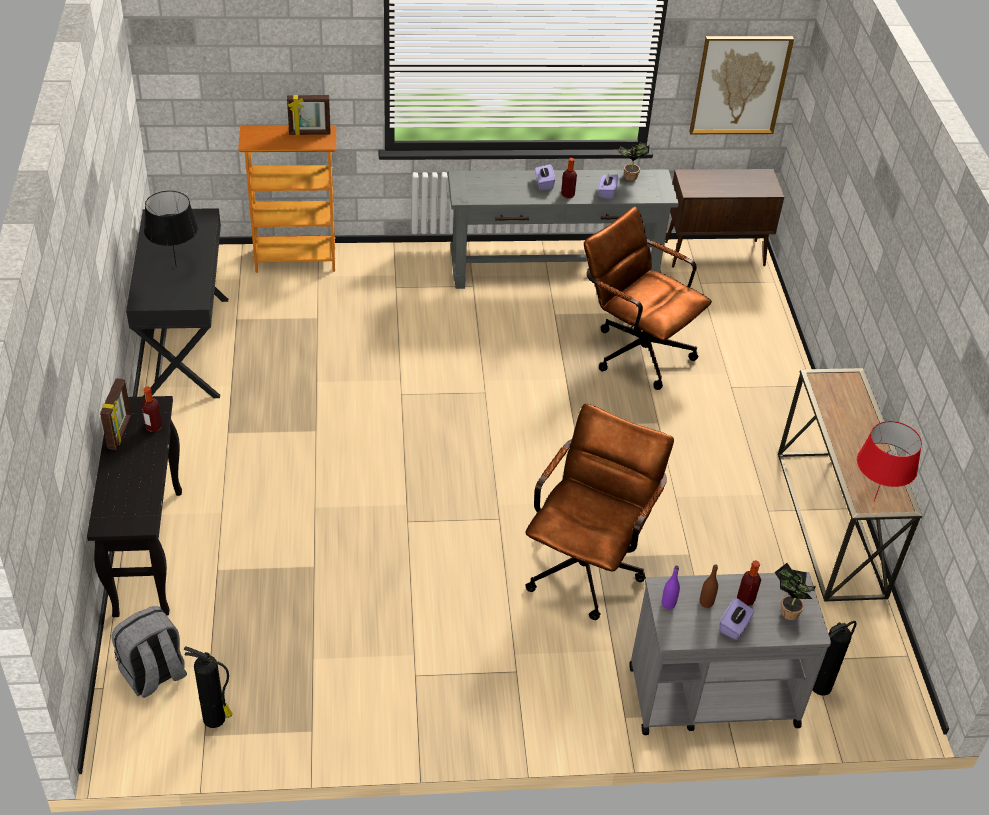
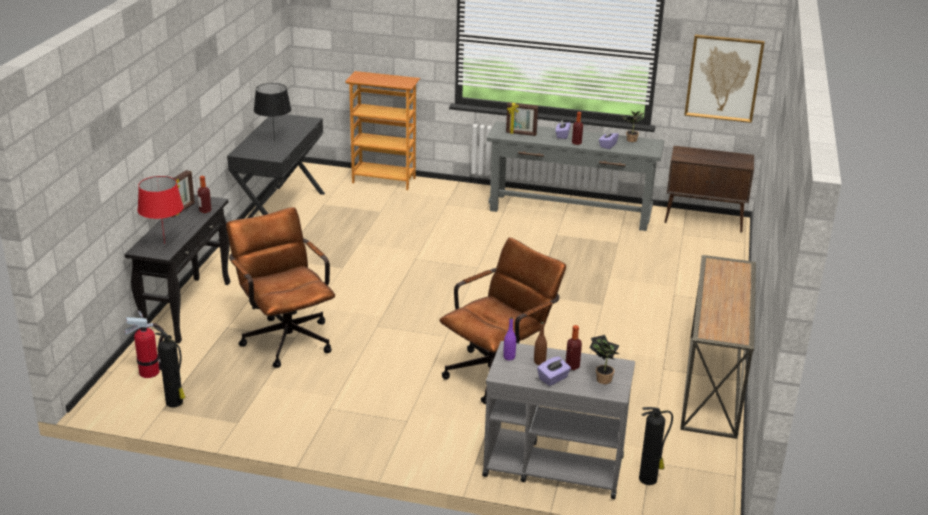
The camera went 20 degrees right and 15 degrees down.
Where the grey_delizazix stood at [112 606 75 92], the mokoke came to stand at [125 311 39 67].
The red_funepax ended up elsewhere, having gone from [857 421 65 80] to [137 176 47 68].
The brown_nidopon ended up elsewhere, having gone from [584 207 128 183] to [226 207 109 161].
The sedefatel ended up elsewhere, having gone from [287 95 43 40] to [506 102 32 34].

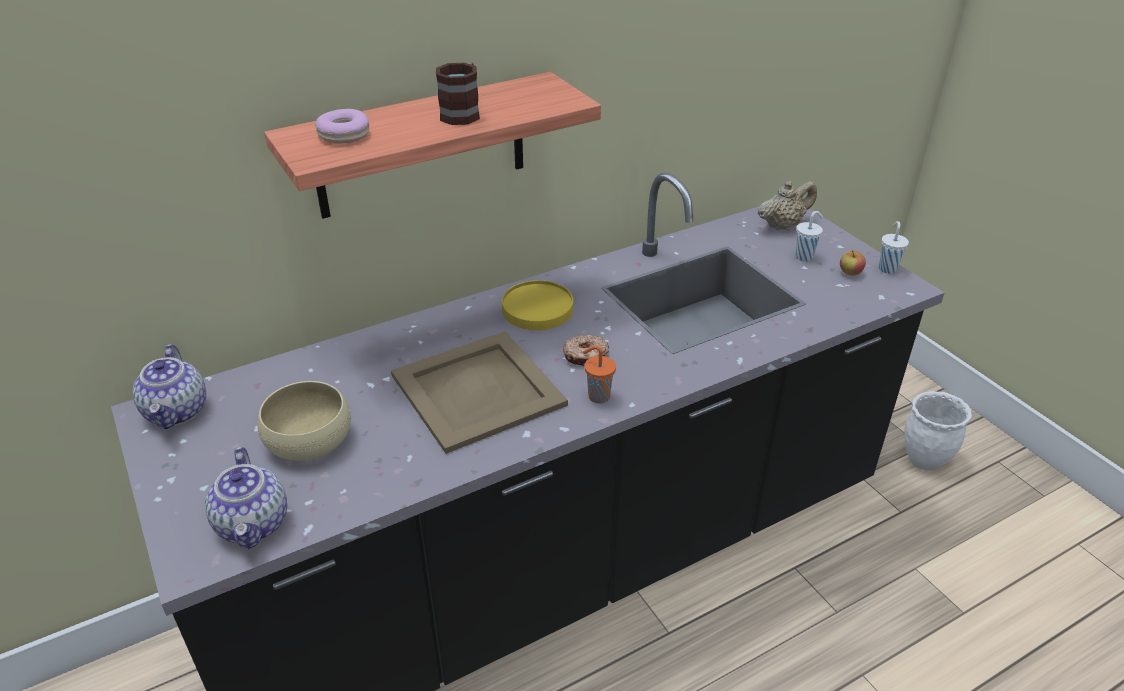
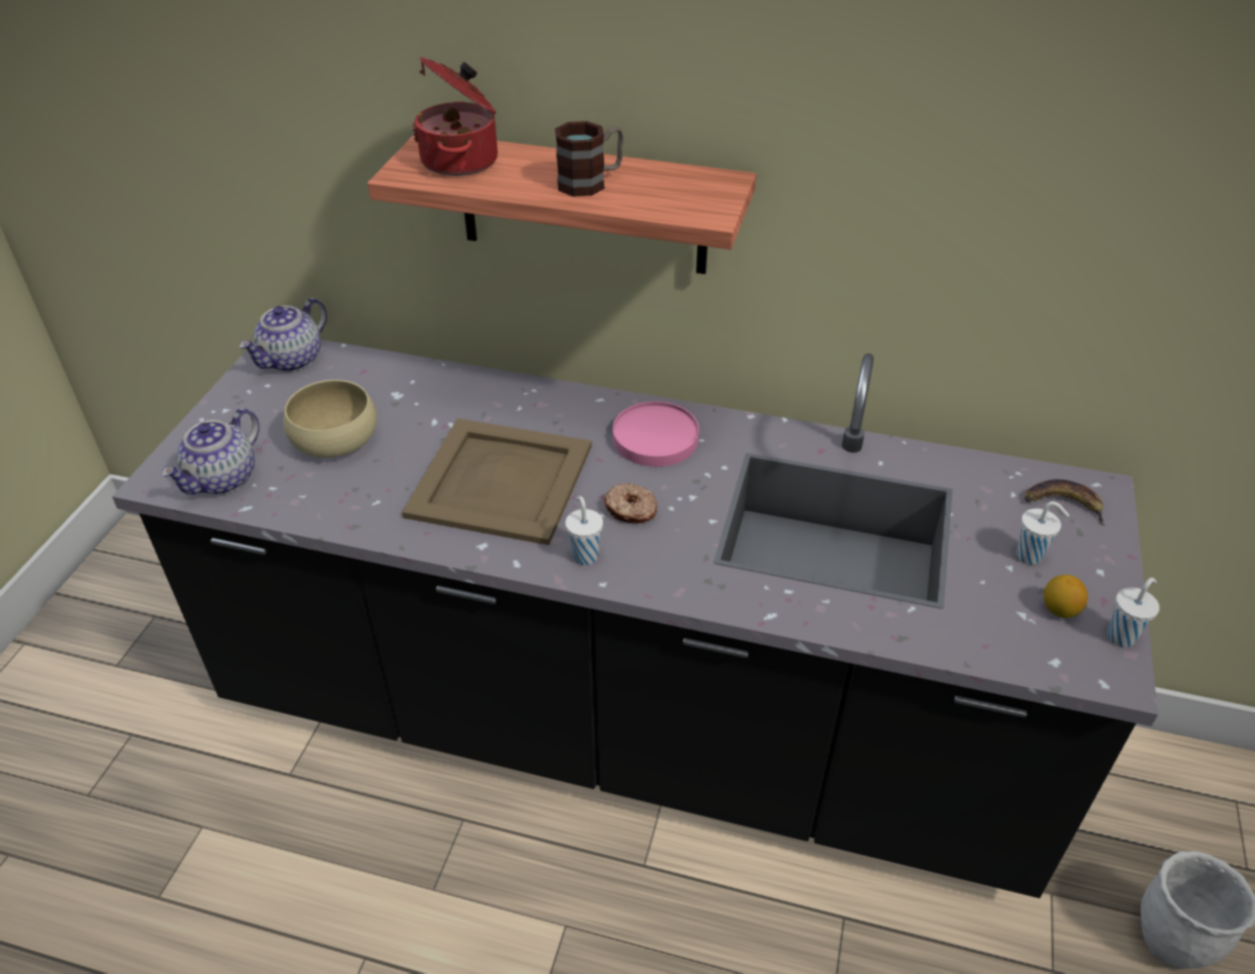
The camera went 45 degrees right and 5 degrees up.
Where the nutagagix stood at [315 109 54 34], the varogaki came to stand at [412 57 86 119].
What was the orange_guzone at [583 346 33 58] turned into the white_guzone at [565 496 38 69].
What was the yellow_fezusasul at [502 280 71 50] turned into the pink_fezusasul at [613 401 86 66].
Where the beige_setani stood at [758 181 59 49], the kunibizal came to stand at [1025 479 80 47].
Where the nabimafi stood at [840 250 26 26], the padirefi came to stand at [1044 575 44 43].

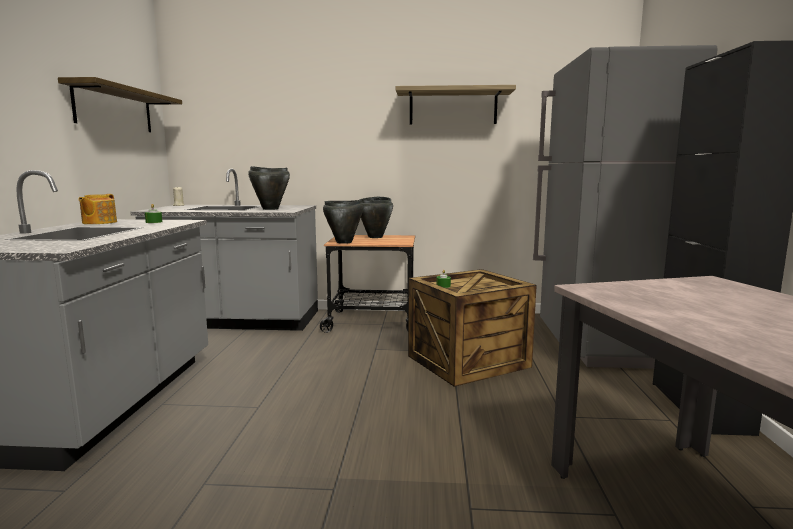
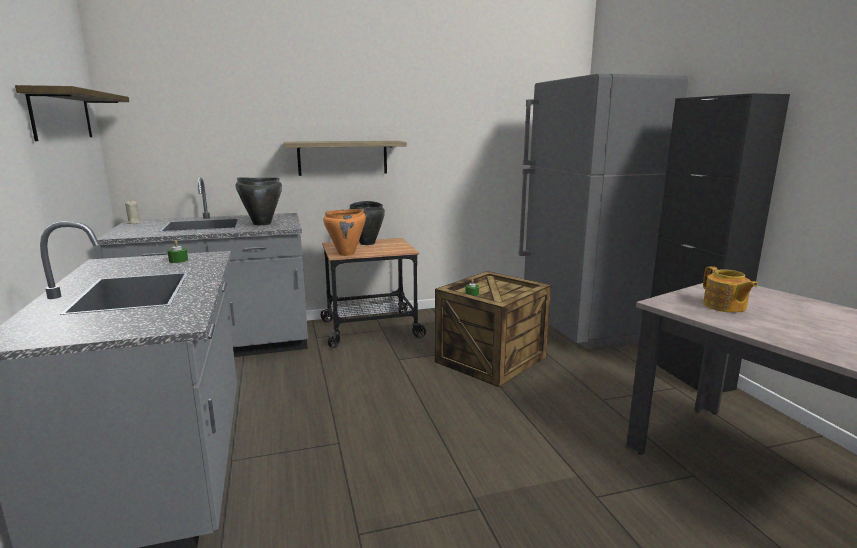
The camera went 20 degrees left and 5 degrees up.
The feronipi ended up elsewhere, having gone from [396 85 120 39] to [283 141 124 35].
What was the black_varogaki at [323 200 41 44] turned into the orange_varogaki at [323 209 43 47].
The setani ended up elsewhere, having gone from [78 194 39 30] to [703 266 55 47].

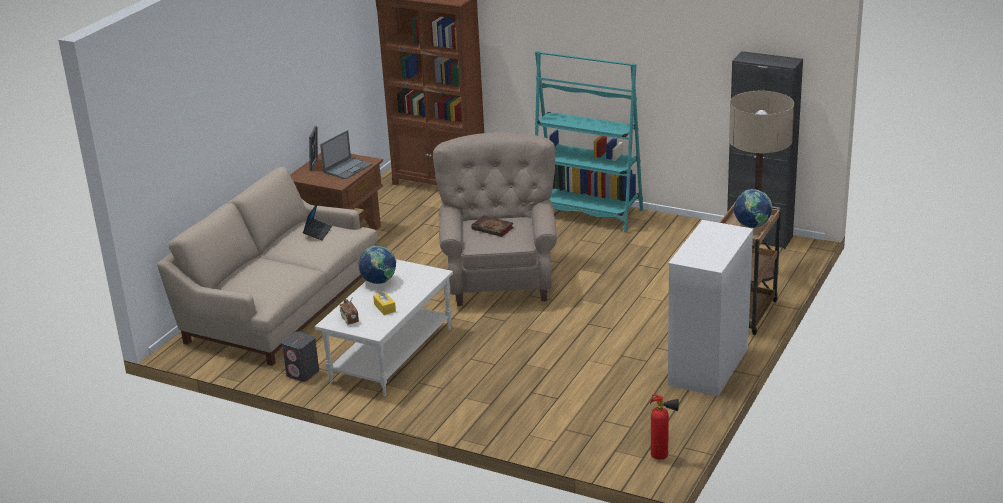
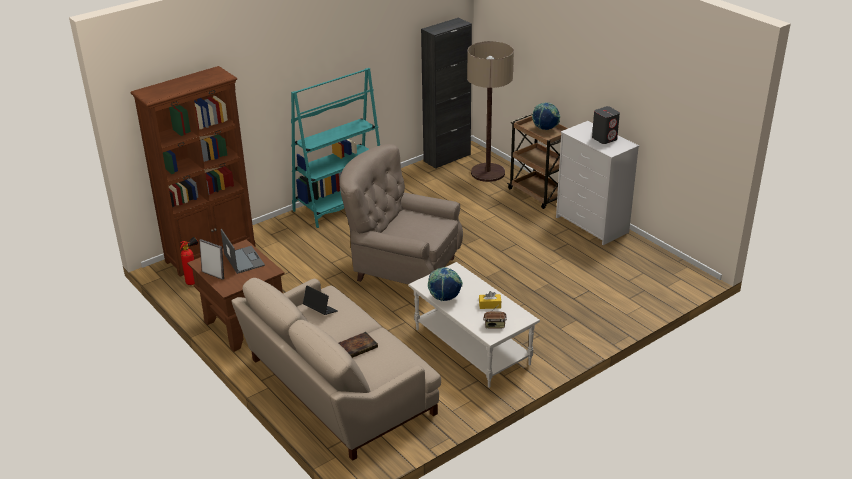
The camera went 65 degrees left and 5 degrees up.
The mokoke ended up elsewhere, having gone from [650 394 29 66] to [180 237 18 48].
The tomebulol ended up elsewhere, having gone from [471 215 43 22] to [339 332 39 26].
The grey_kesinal ended up elsewhere, having gone from [282 332 37 50] to [592 106 28 38].

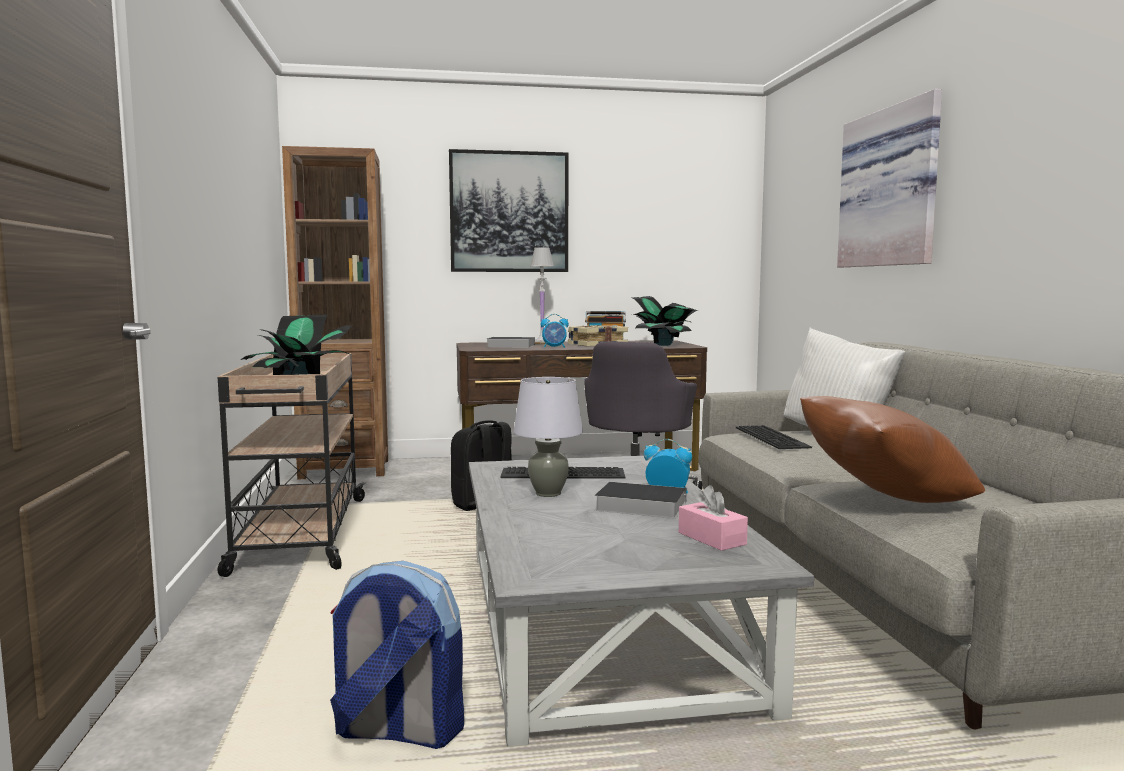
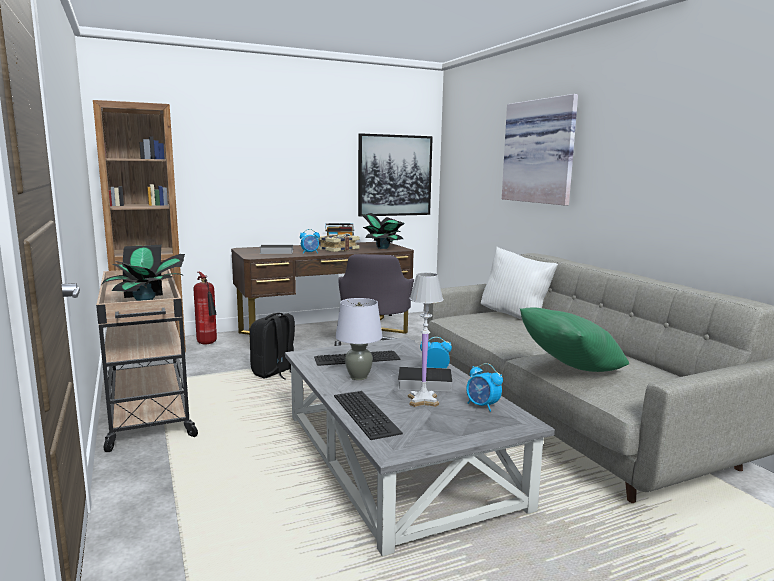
The camera went 15 degrees left and 5 degrees up.
The second view gained the mokoke at [193 272 24 73].
The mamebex ended up elsewhere, having gone from [736 425 76 24] to [334 391 69 49].
The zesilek ended up elsewhere, having gone from [449 149 119 123] to [358 133 75 83].
The white_funepax ended up elsewhere, having gone from [530 247 24 98] to [408 273 35 134].
Where the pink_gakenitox stood at [679 485 69 66], the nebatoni came to stand at [466 363 37 49].
What was the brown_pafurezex at [800 396 185 107] turned into the green_pafurezex at [520 307 109 65].
The second view lost the delizazix at [330 561 134 188].

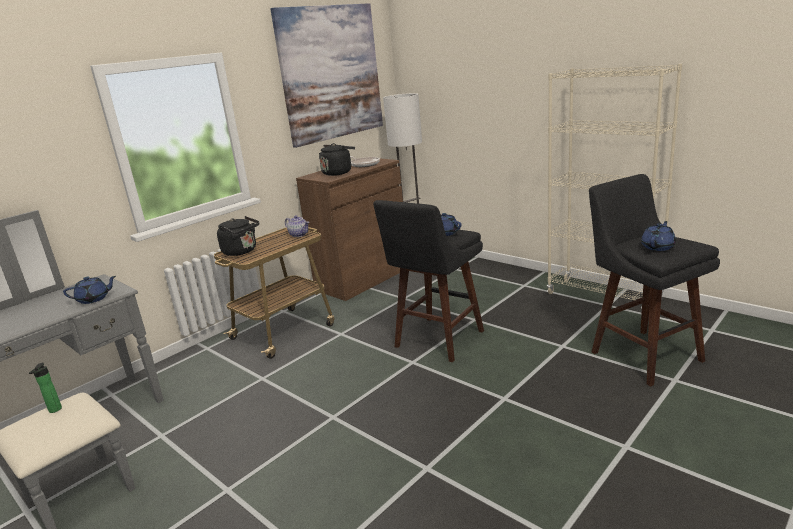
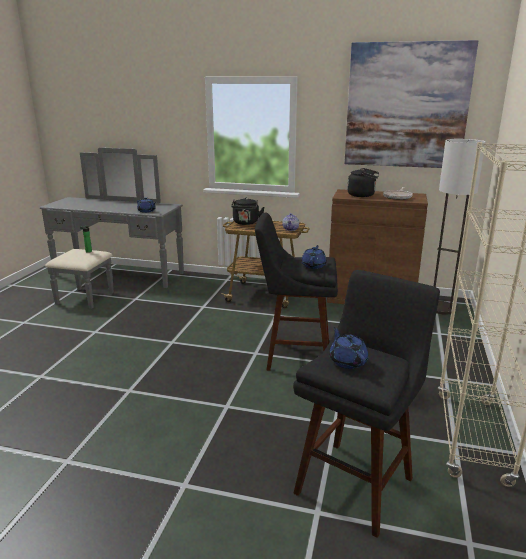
The camera went 60 degrees right and 0 degrees up.
The blue_setani at [641 221 35 30] ended up facing another way, 120 degrees counterclockwise from before.

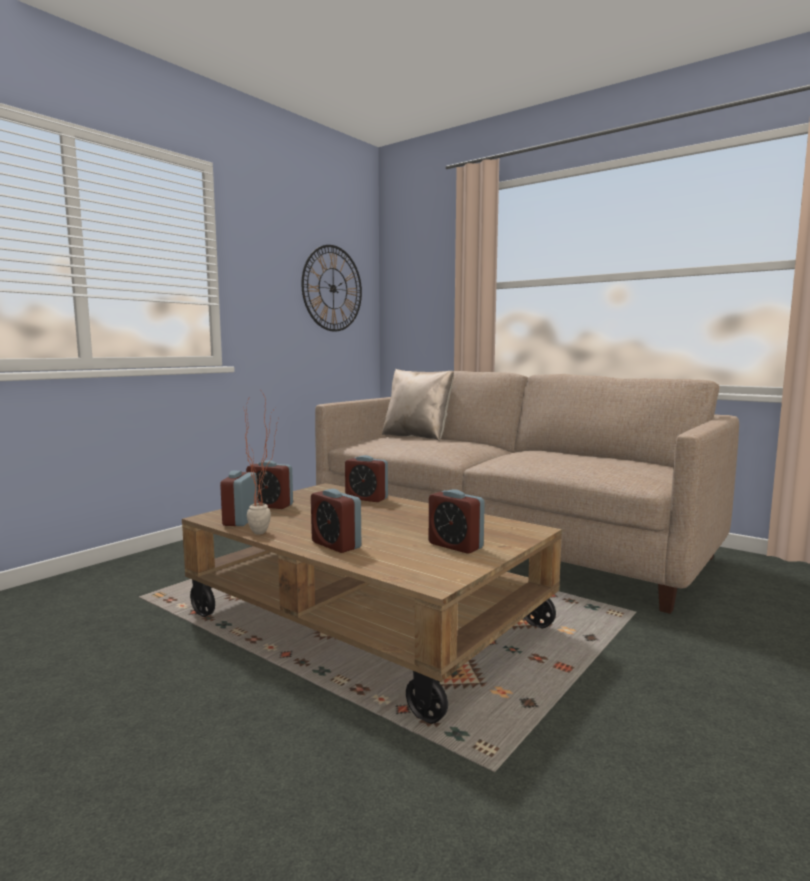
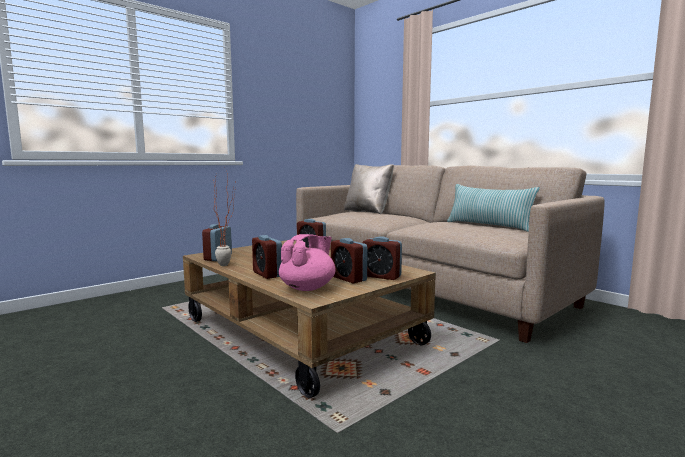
The camera went 10 degrees right and 0 degrees up.
The second view gained the pink_setani at [279 234 56 57].
The nebatoni ended up elsewhere, having gone from [246 460 47 49] to [362 236 40 44].
The second view gained the pafurezex at [447 184 93 48].
The second view lost the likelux at [302 245 60 87].

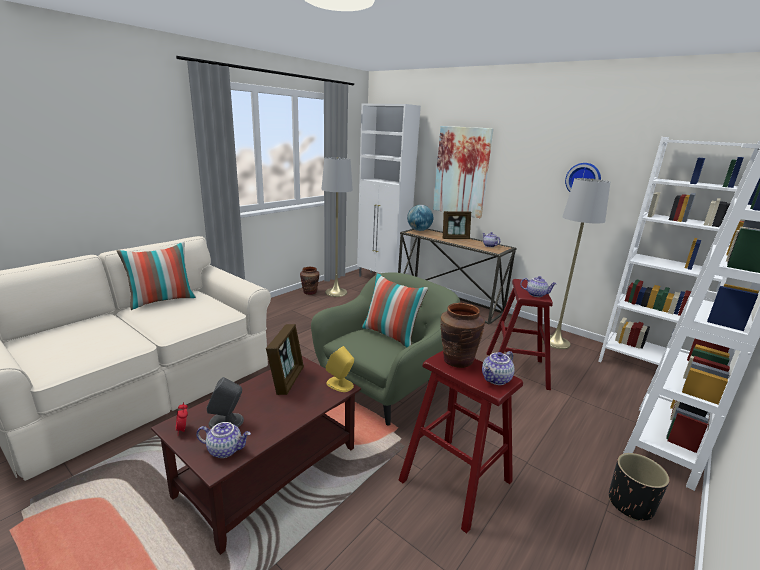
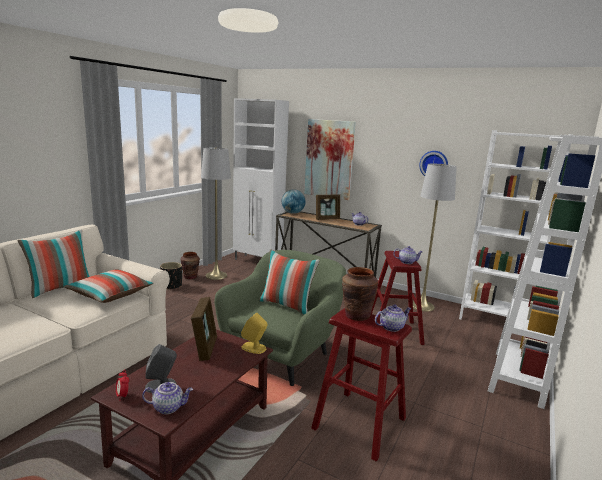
The camera went 10 degrees left and 5 degrees down.
The second view gained the pafurezex at [64 269 90 34].
The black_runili ended up elsewhere, having gone from [609 453 60 68] to [160 262 22 28].
The setani at [482 351 32 34] ended up facing another way, 150 degrees counterclockwise from before.

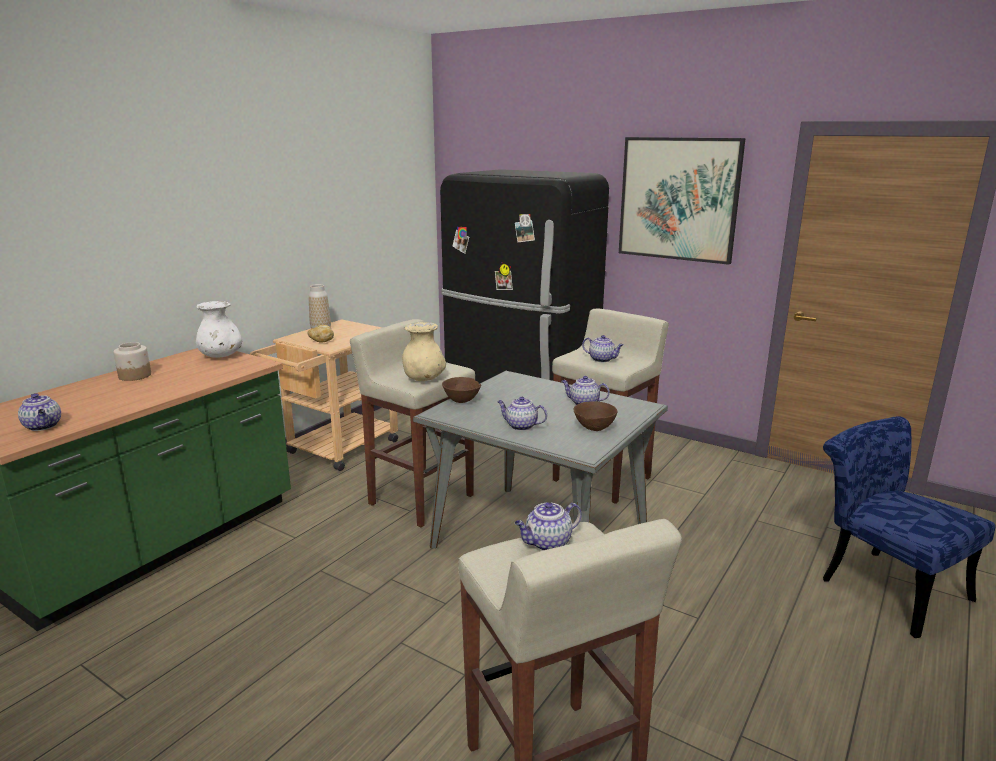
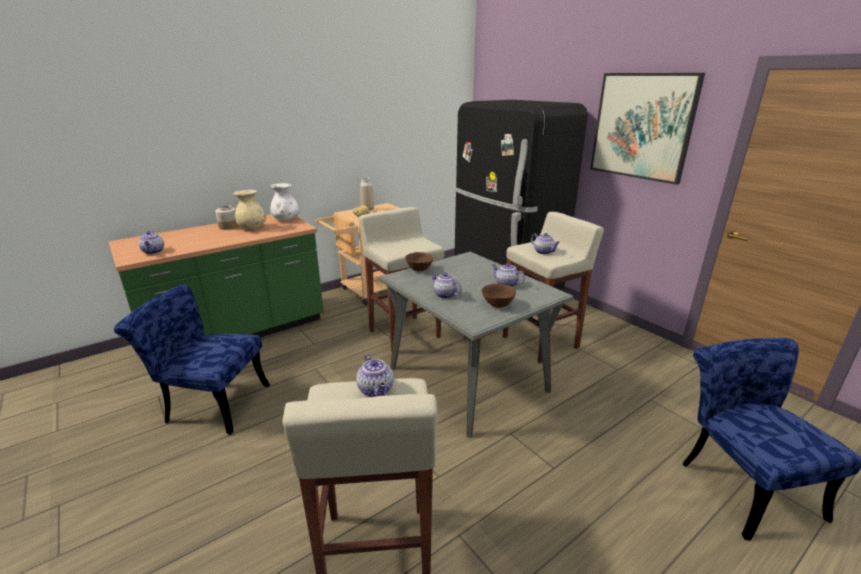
The camera went 20 degrees right and 5 degrees up.
The second view gained the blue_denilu at [114 284 156 151].
The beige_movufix ended up elsewhere, having gone from [402 322 44 59] to [233 189 33 40].
The setani at [515 502 67 49] ended up facing another way, 105 degrees counterclockwise from before.

